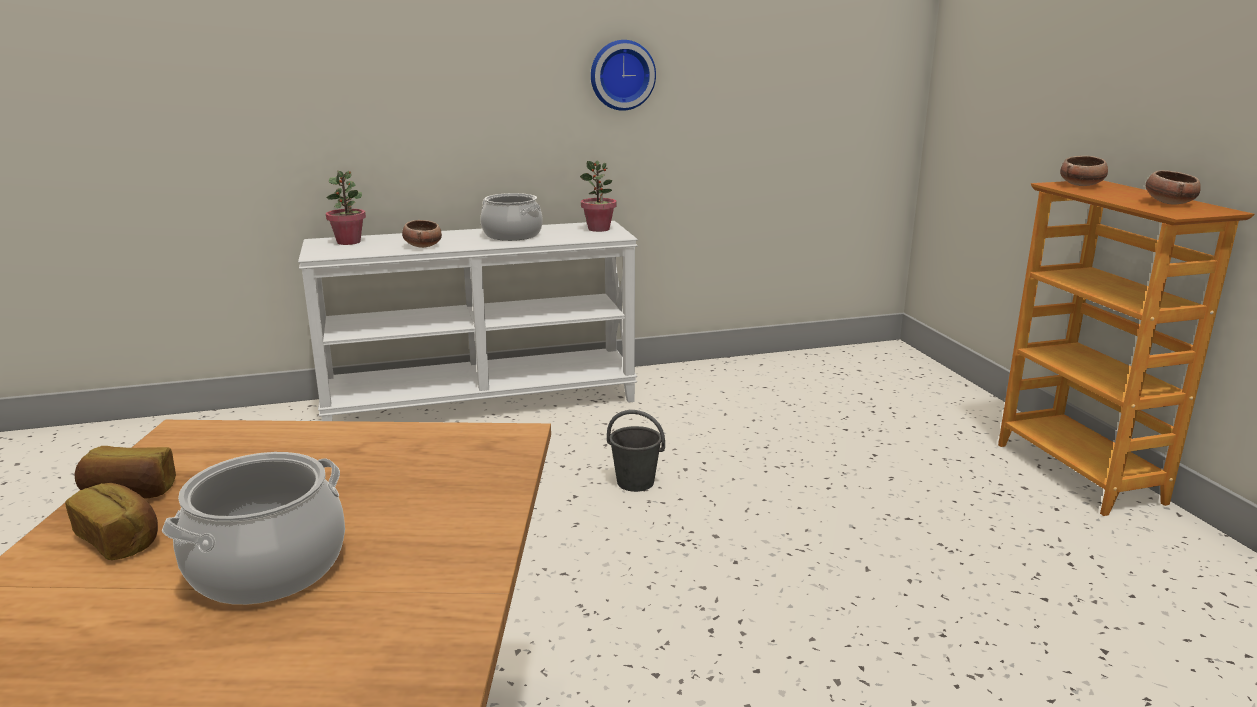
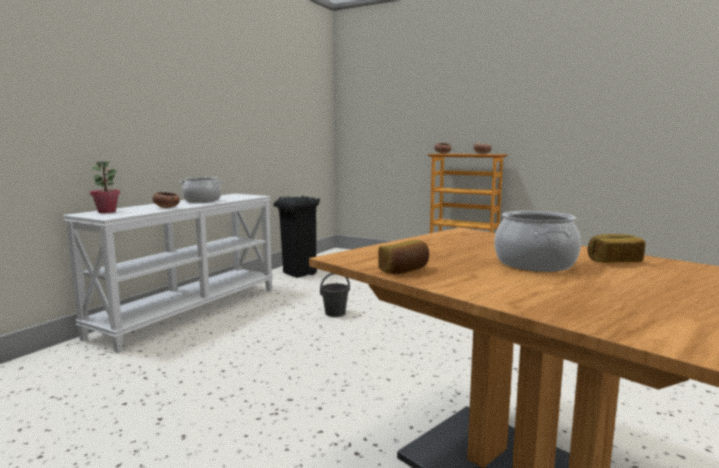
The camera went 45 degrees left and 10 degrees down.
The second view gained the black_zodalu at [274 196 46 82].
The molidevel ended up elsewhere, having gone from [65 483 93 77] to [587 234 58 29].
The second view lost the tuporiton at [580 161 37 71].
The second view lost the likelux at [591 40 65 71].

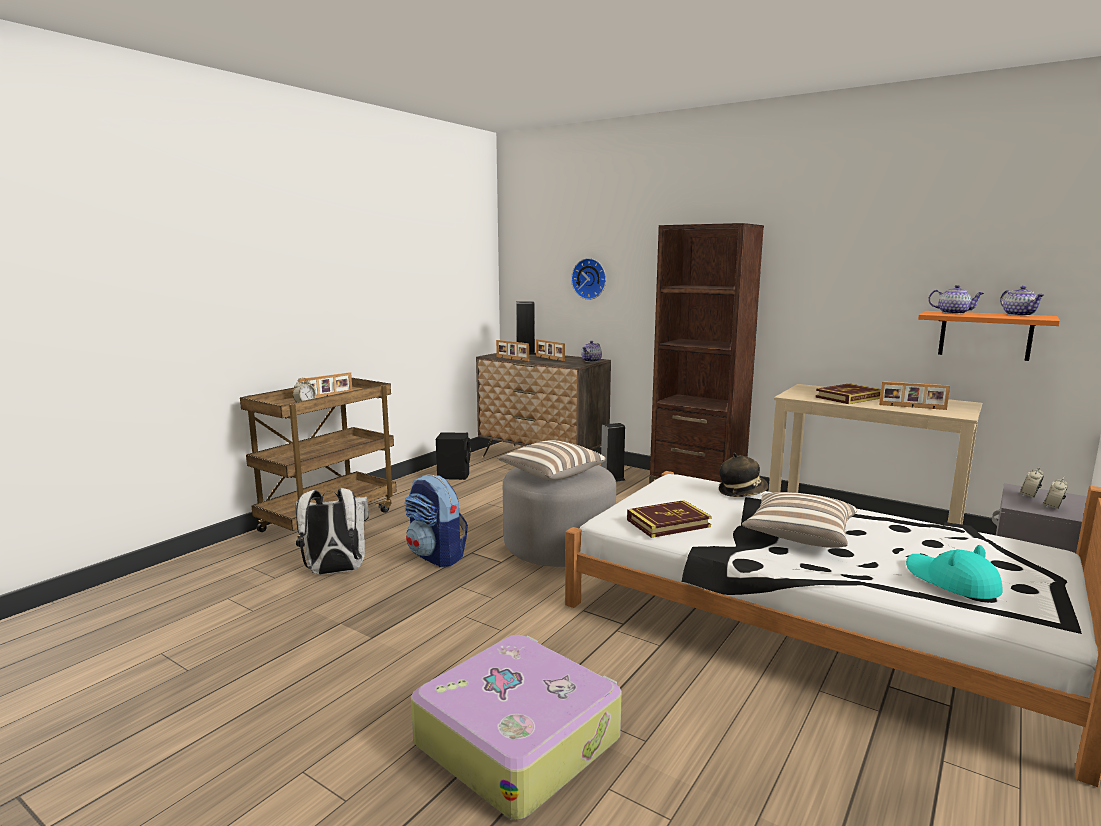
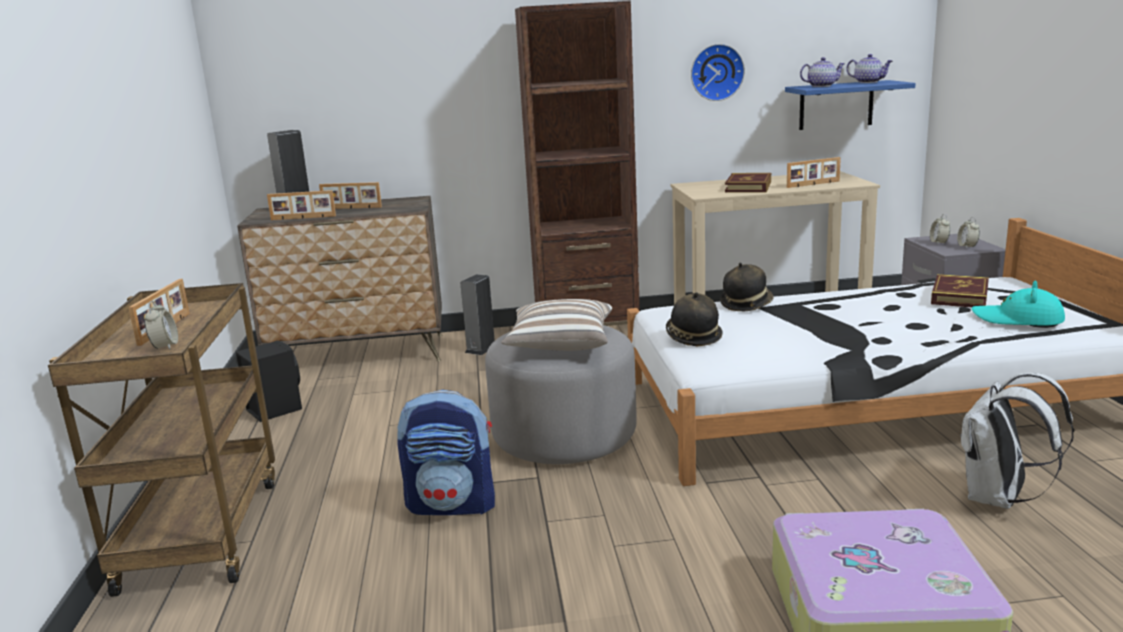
The camera went 40 degrees left and 5 degrees up.
The second view gained the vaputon at [666 292 57 55].
The likelux ended up elsewhere, having gone from [571 258 35 42] to [691 44 54 57].
What was the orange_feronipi at [918 311 142 50] turned into the blue_feronipi at [785 80 131 50].
The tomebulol ended up elsewhere, having gone from [627 500 85 38] to [931 274 58 33].
The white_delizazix ended up elsewhere, having gone from [295 488 74 87] to [960 373 114 136].
The second view lost the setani at [581 341 21 21].
The second view lost the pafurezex at [742 492 115 56].

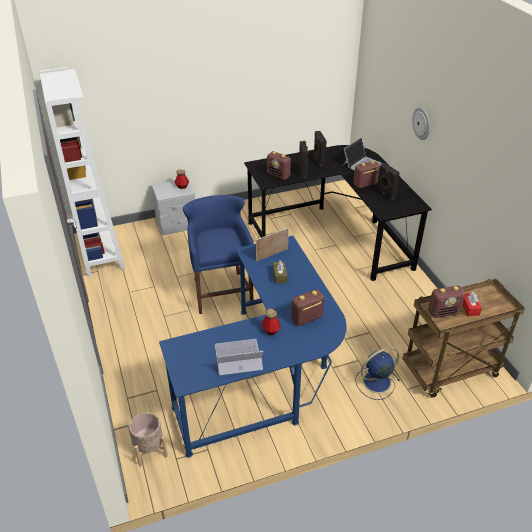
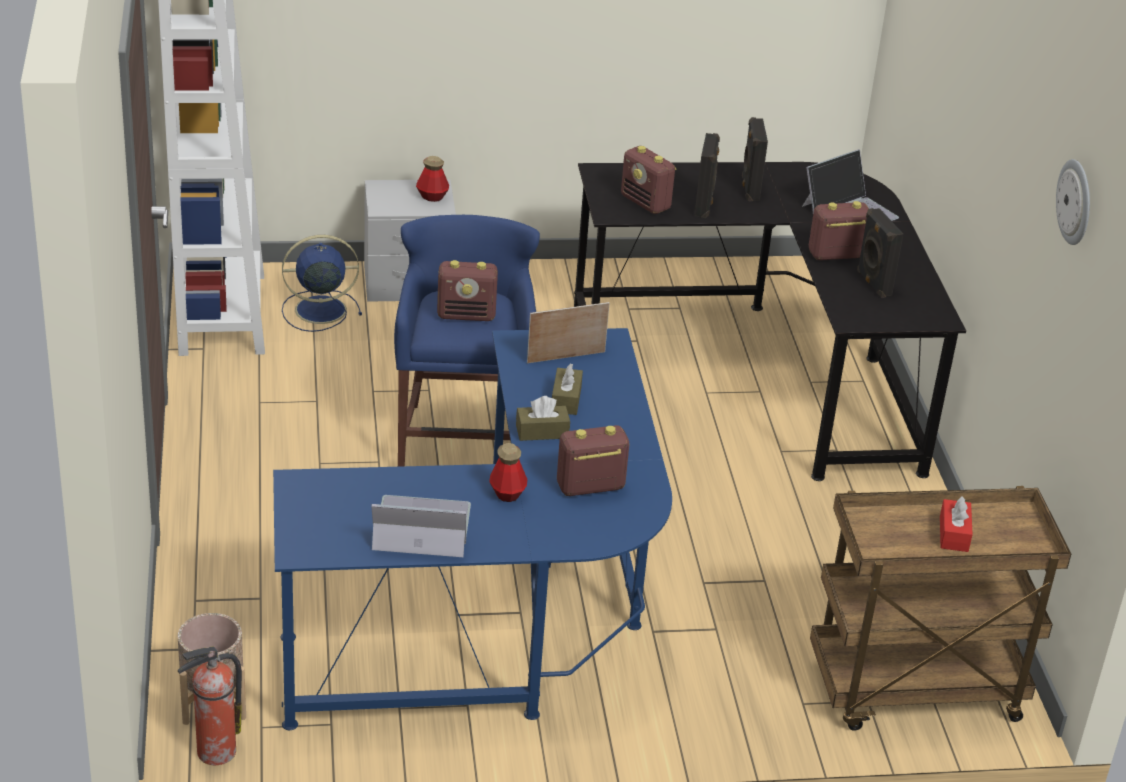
The camera went 10 degrees right and 5 degrees down.
The second view gained the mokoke at [178 646 64 119].
The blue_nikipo ended up elsewhere, having gone from [356 348 44 52] to [282 235 80 97].
The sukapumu ended up elsewhere, having gone from [428 286 37 32] to [437 260 61 61].
The second view gained the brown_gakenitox at [516 396 54 45].
The likelux ended up elsewhere, having gone from [412 107 18 33] to [1056 159 34 86].

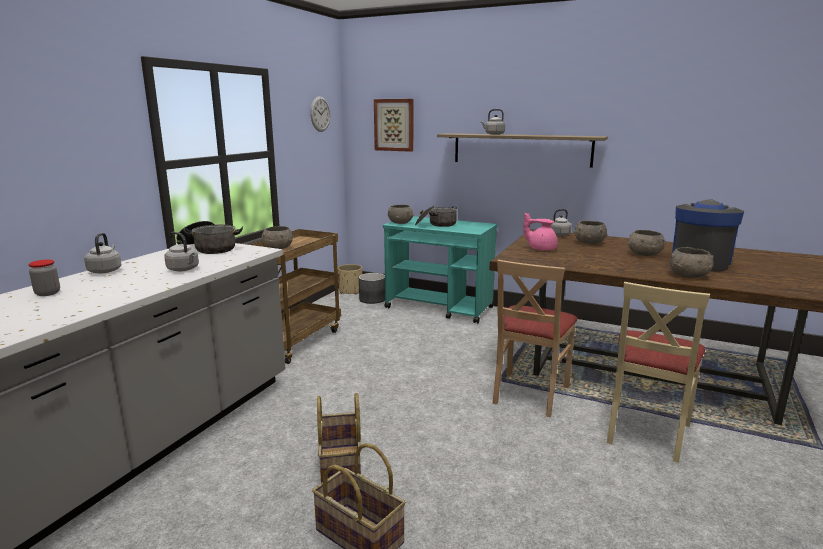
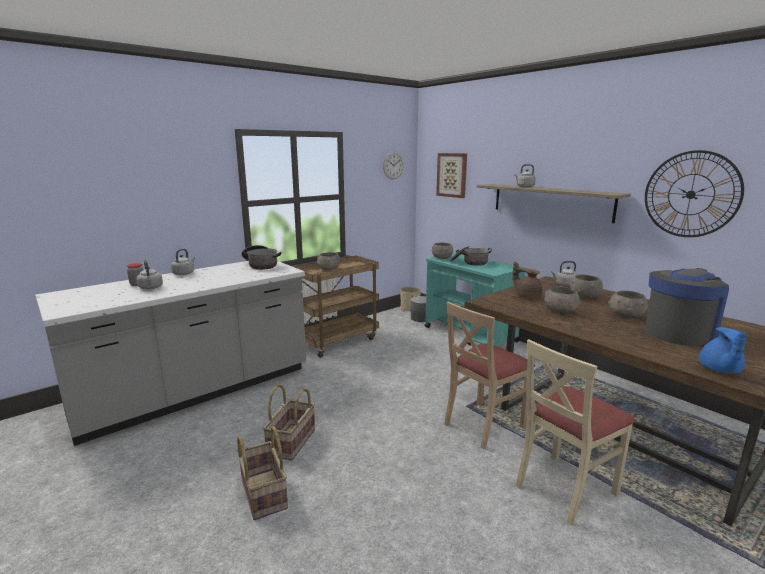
The camera went 25 degrees right and 0 degrees up.
The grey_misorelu ended up elsewhere, having gone from [164 232 35 39] to [136 260 27 30].
What was the pink_setani at [523 213 34 38] turned into the brown_setani at [512 261 30 38].
The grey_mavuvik ended up elsewhere, having gone from [670 247 43 31] to [544 287 36 26].
The second view gained the likelux at [645 150 99 87].
The second view gained the blue_setani at [699 327 48 47].

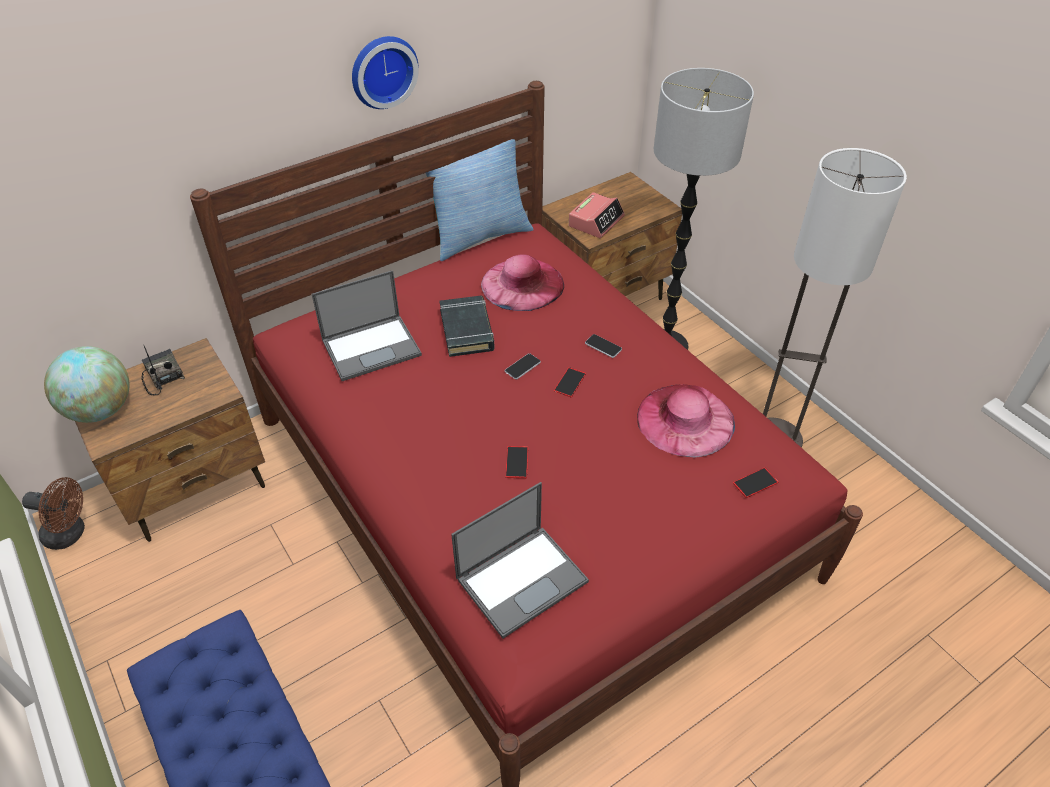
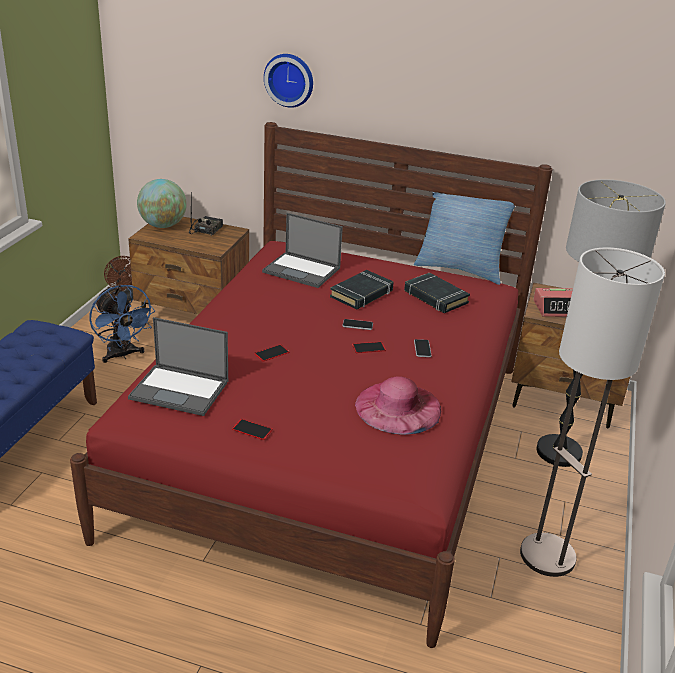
The camera went 50 degrees right and 15 degrees down.
The second view gained the blue_nikipo at [89 285 66 78].
The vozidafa ended up elsewhere, having gone from [733 467 45 31] to [232 419 41 21].
The likelux ended up elsewhere, having gone from [352 36 66 73] to [264 54 49 54].
Where the pink_vaputon stood at [481 254 83 57], the black_tomebulol came to stand at [404 272 66 41].

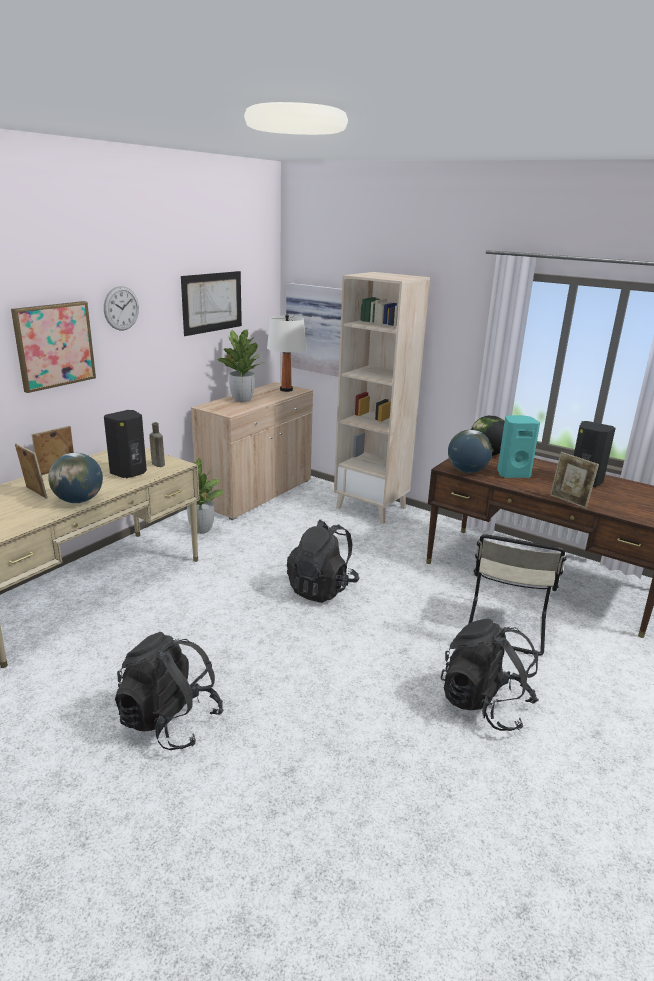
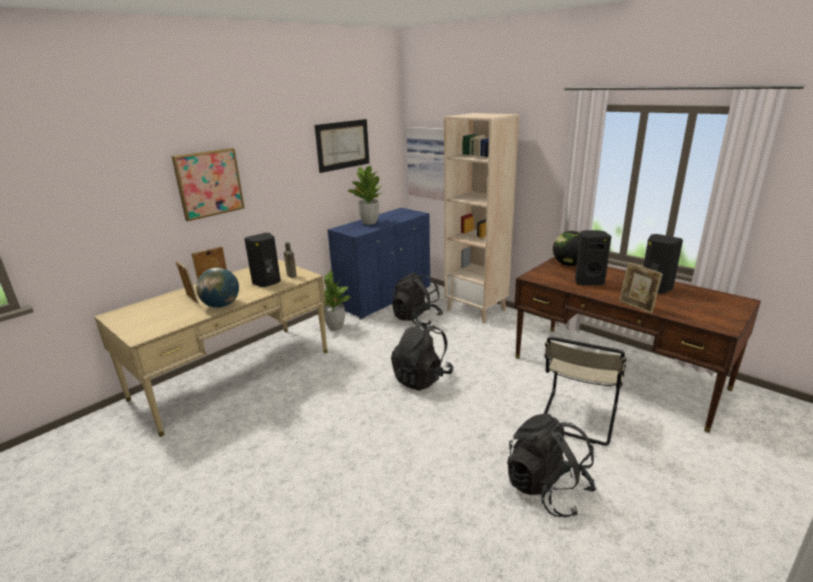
The camera went 10 degrees right and 0 degrees up.
What was the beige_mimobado at [191 382 122 138] turned into the blue_mimobado at [327 208 103 111].
The black_delizazix ended up elsewhere, having gone from [115 632 108 118] to [392 273 51 52].
What was the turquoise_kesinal at [497 415 43 63] turned into the black_kesinal at [575 230 37 55].
The second view lost the likelux at [104 286 35 44].
The second view lost the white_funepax at [267 314 40 78].
The second view lost the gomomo at [448 430 44 43].

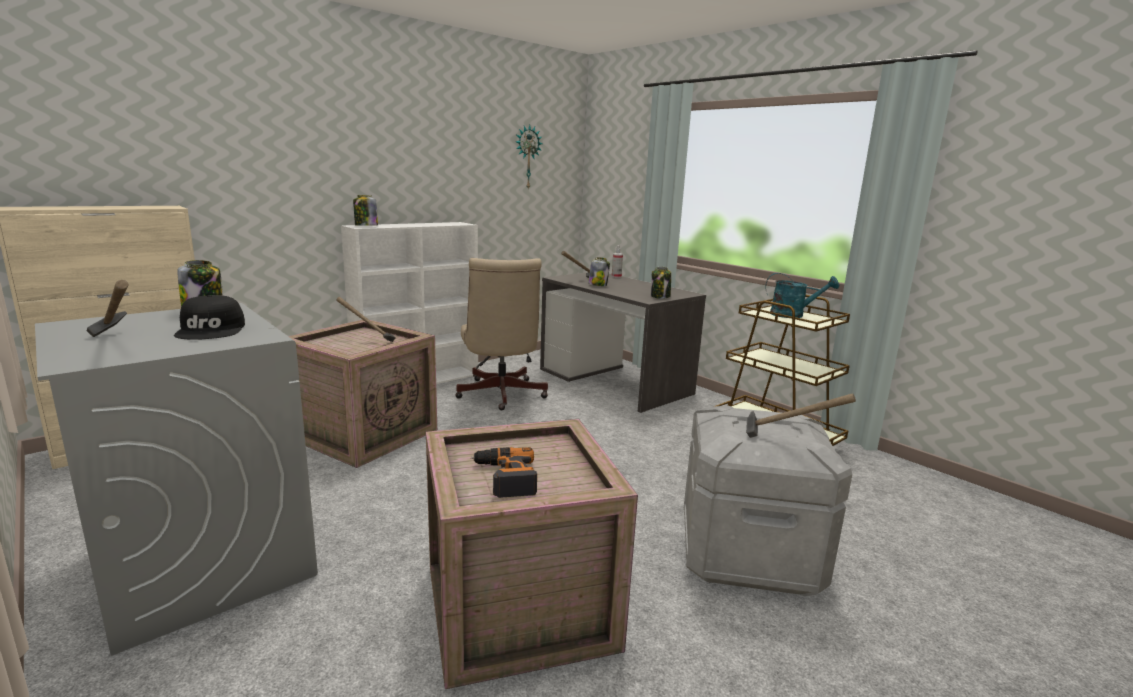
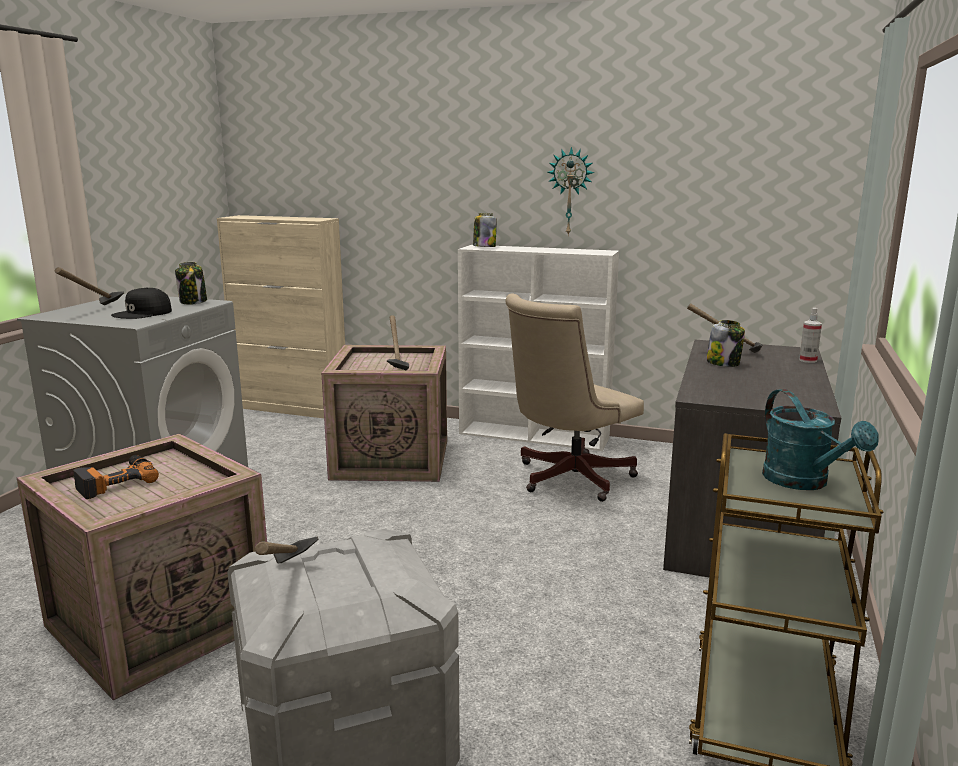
The camera went 60 degrees right and 0 degrees up.
The likelux ended up elsewhere, having gone from [516 125 26 65] to [547 147 47 89].
The second view lost the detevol at [651 267 20 32].

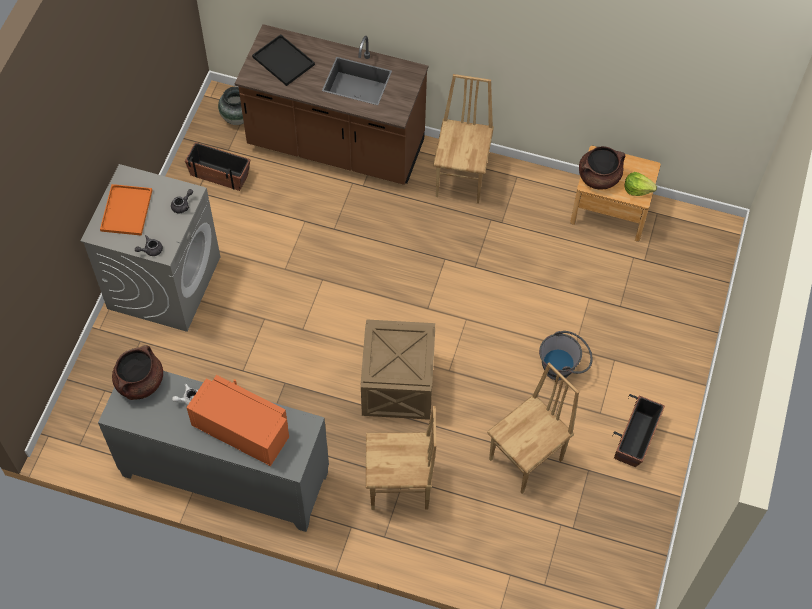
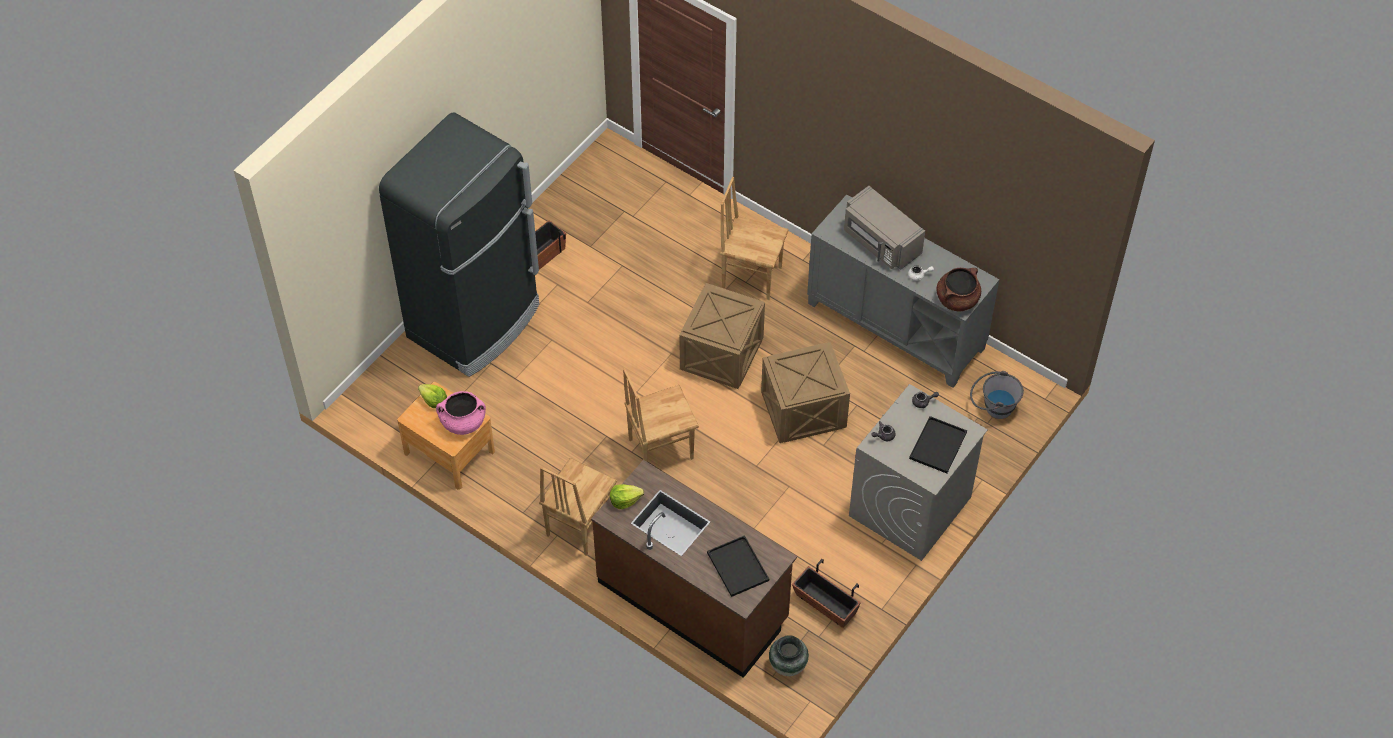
The camera went 160 degrees left and 5 degrees down.
The second view gained the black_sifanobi at [379 113 160 264].
What was the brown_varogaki at [579 146 46 43] turned into the pink_varogaki at [436 391 50 44].
The second view gained the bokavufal at [610 484 34 25].
The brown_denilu ended up elsewhere, having gone from [487 363 92 131] to [623 368 76 94].
The second view gained the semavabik at [761 342 89 101].
What was the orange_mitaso at [186 375 103 91] turned into the grey_mitaso at [844 186 81 84].
What was the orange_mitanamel at [100 184 52 52] turned into the black_mitanamel at [909 416 58 57].
The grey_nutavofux ended up elsewhere, having gone from [539 331 54 49] to [970 371 54 48].

